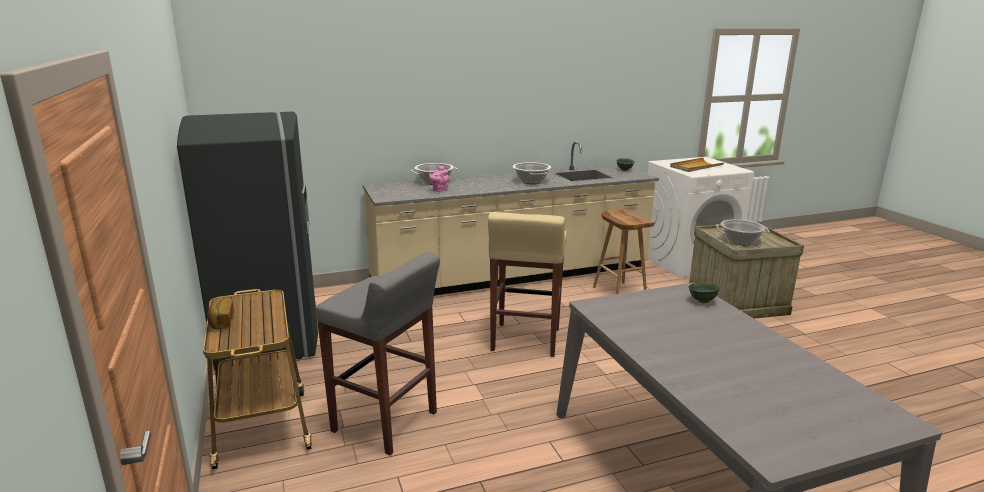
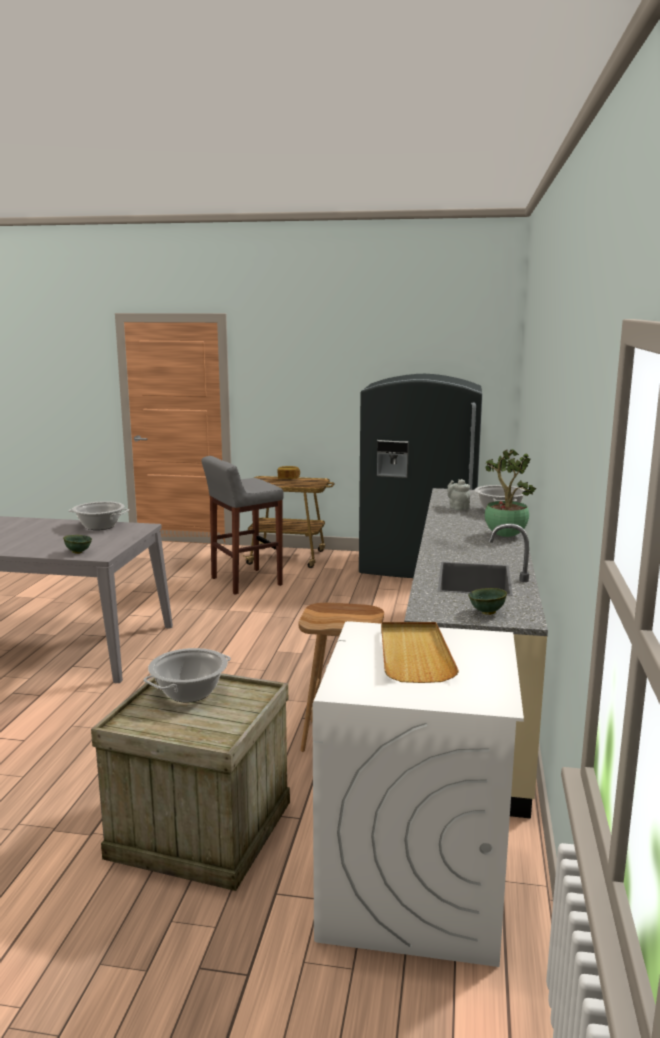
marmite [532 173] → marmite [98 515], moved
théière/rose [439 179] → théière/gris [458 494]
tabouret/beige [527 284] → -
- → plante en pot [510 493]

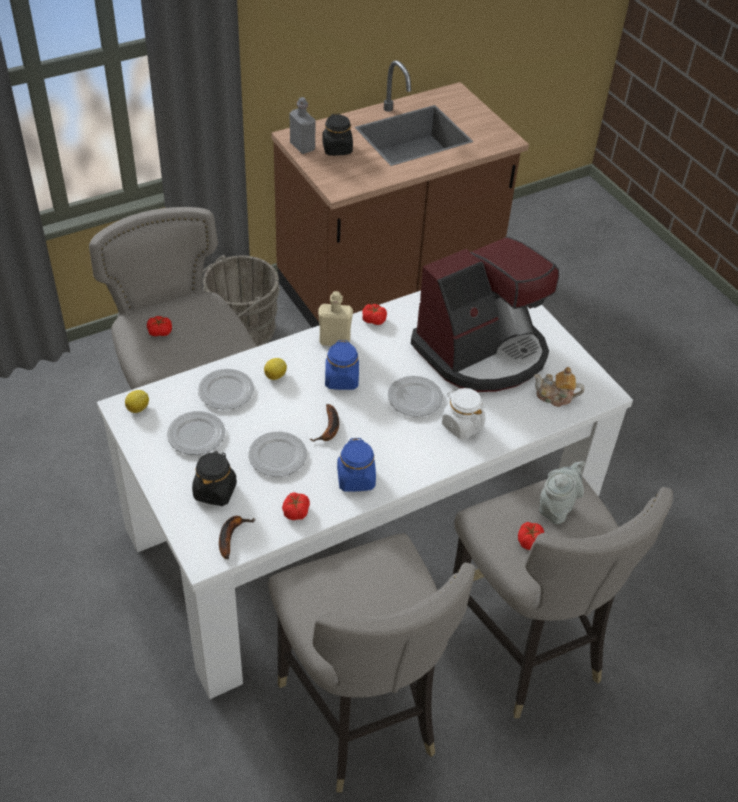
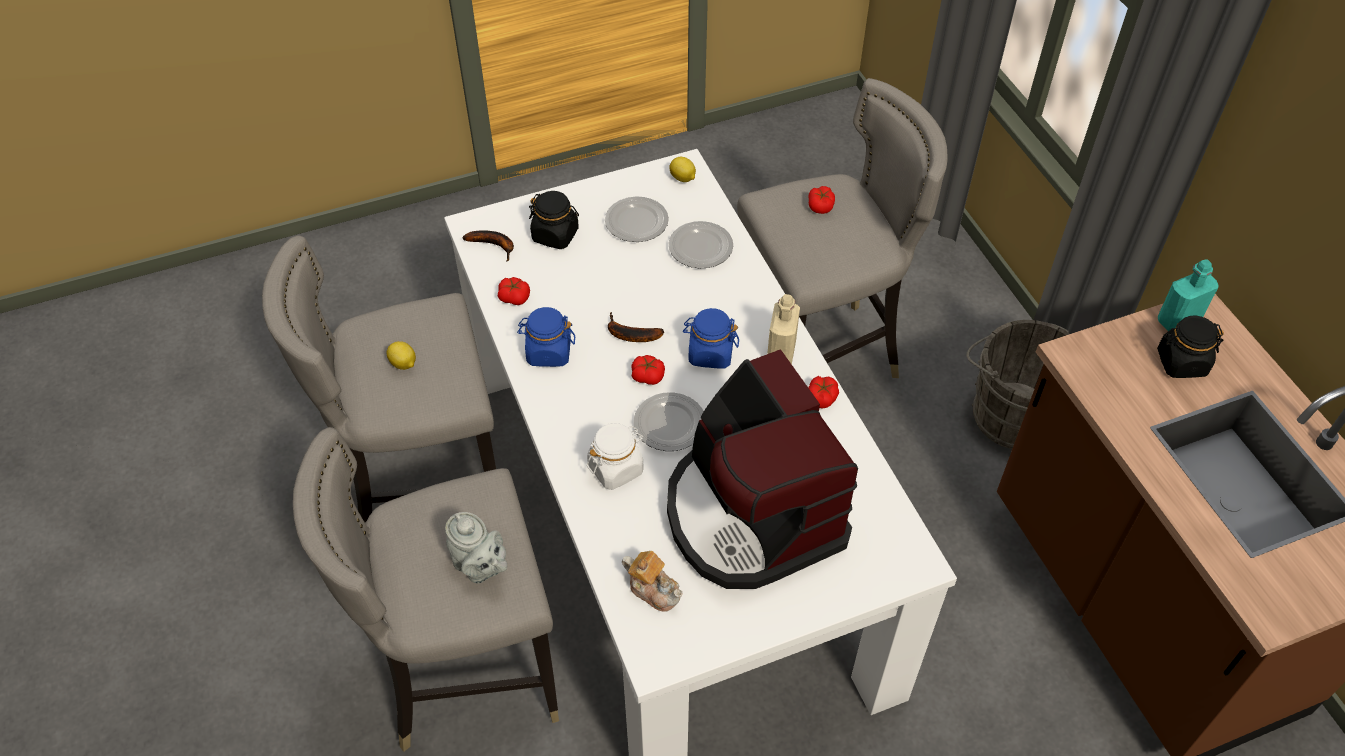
bouteille/gris [303 125] → bouteille/turquoise [1188 295]
citron [275 369] → citron [401 355], moved
théière [559 387] → théière [652 581], 105 degrees clockwise
assiette [277 454] → -
tomate [531 536] → tomate [648 370], moved

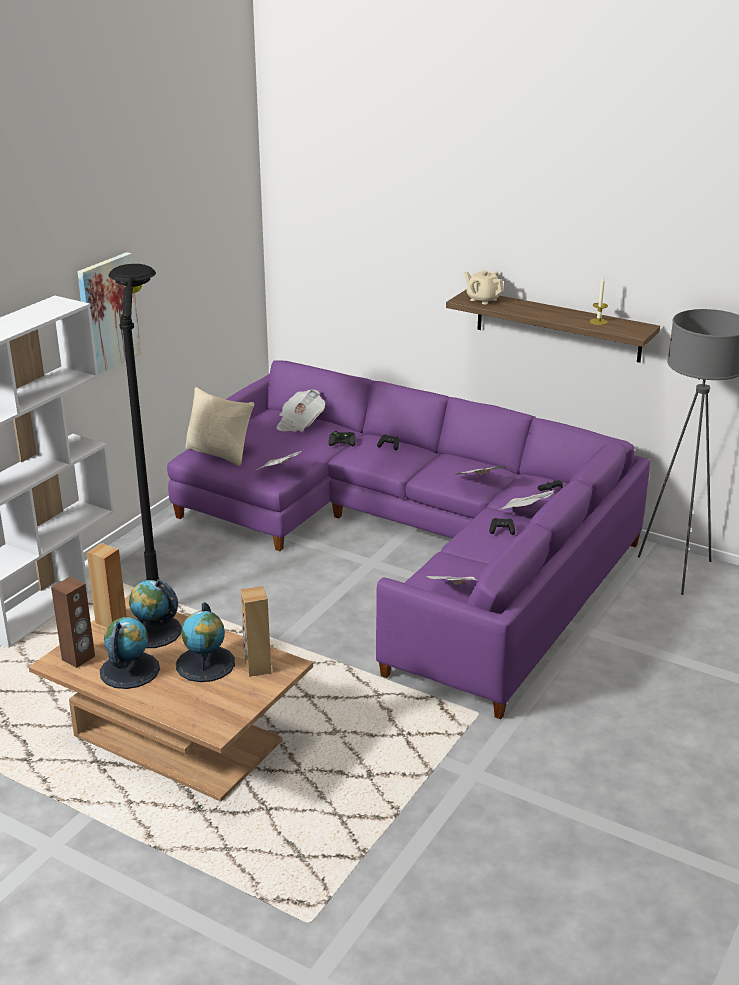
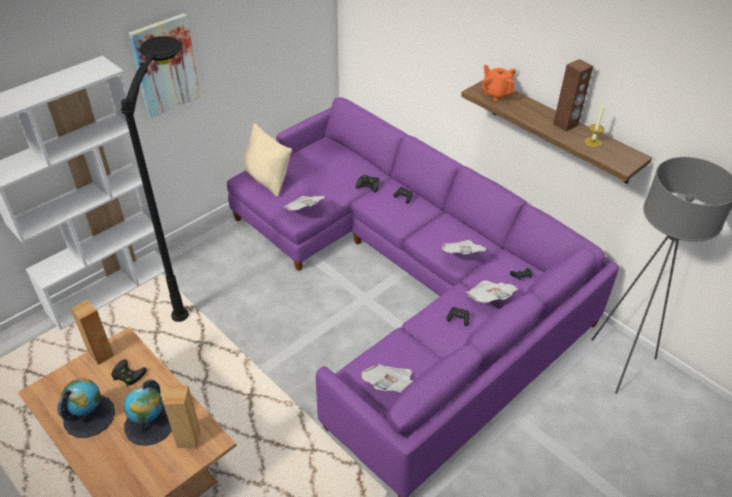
théière/beige [484 287] → théière/orange [499 83]
journal [300 411] → -
enceinte/marron [73 622] → enceinte/marron [573 95], moved
globe [155 613] → manette/noir [129 372]

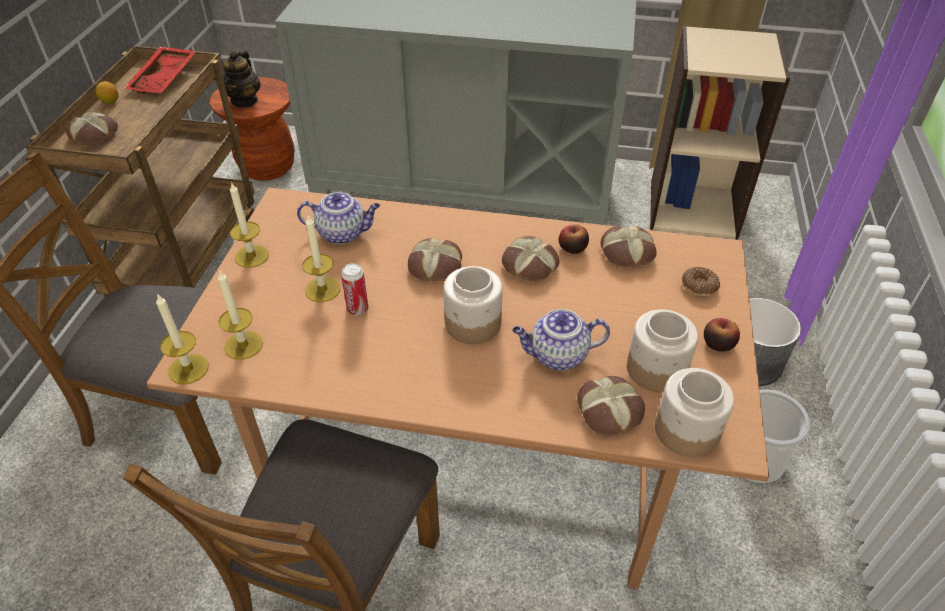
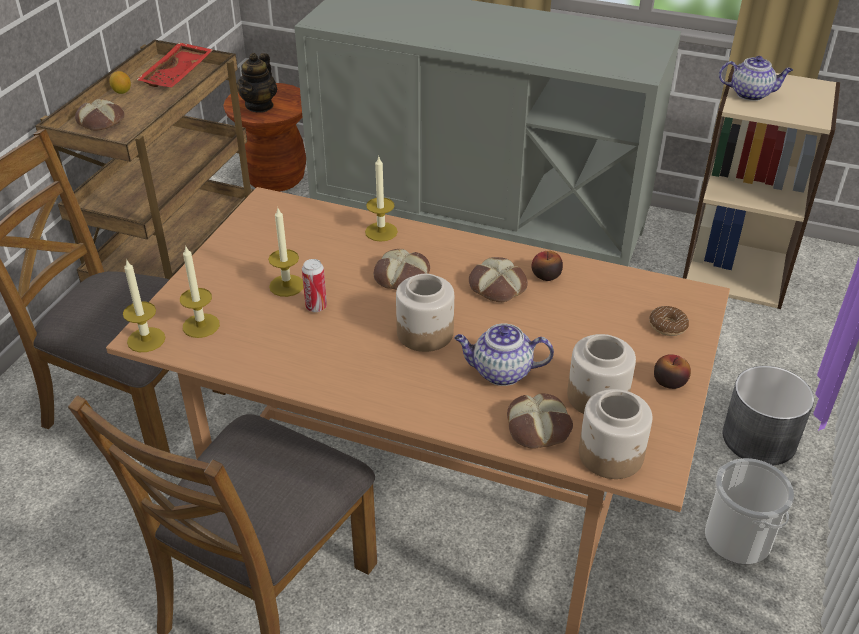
bougie [249 225] → bougie [381 199], moved
théière [338 218] → théière [756 78], moved
pain [628 246] → -

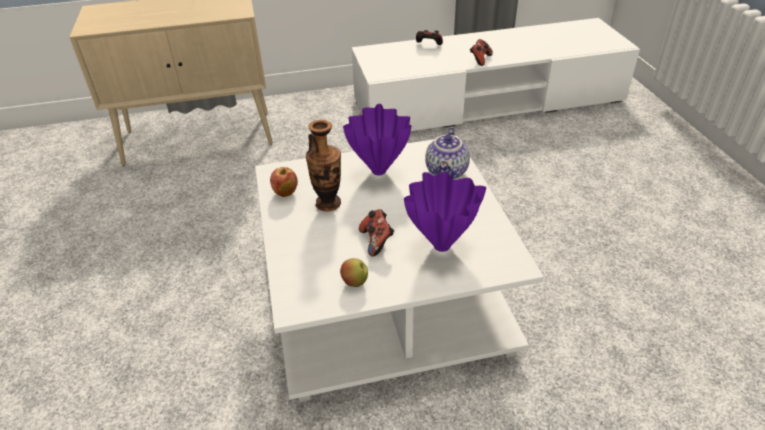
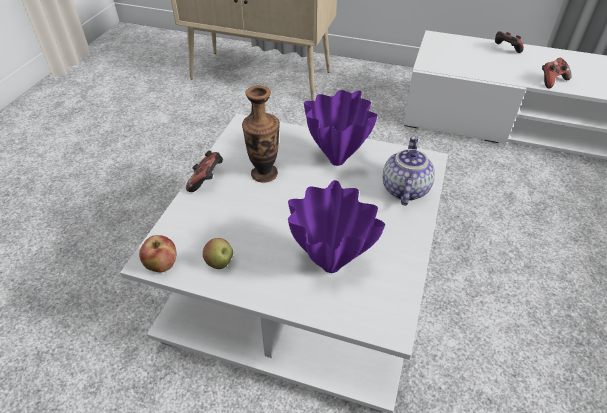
théière [447 153] → théière [409 170], 150 degrees clockwise
pomme [284 182] → pomme [157 254], moved
manette [376 232] → manette [204 171], moved

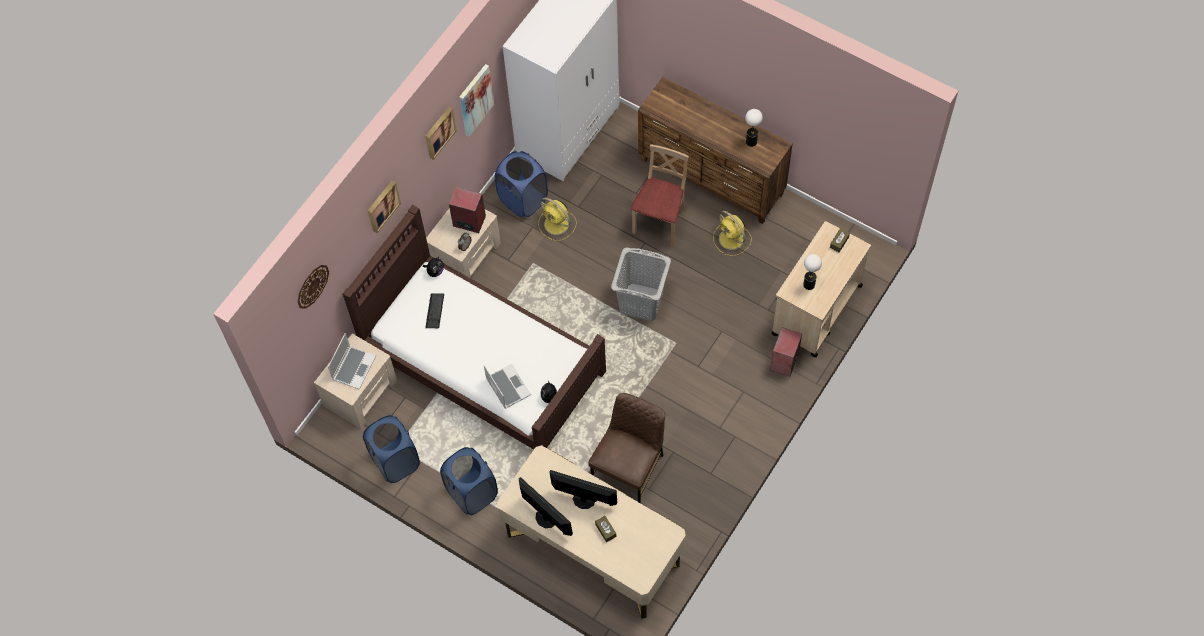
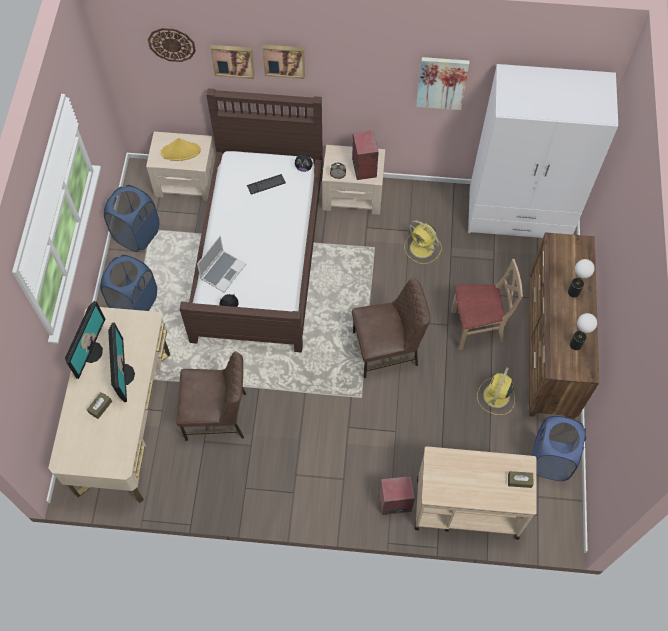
tableau [441 133] → tableau [233 62], moved
panier à linge/bleu [521 184] → panier à linge/bleu [559 448], moved
ventilateur/jaune [557 219] → ventilateur/jaune [423 242], 60 degrees counterclockwise
panier à linge/gris [641 284] → chaise/marron [391 328]
lampe de table [812 272] → lampe de table [581 278], moved
ordinateur portable [352 361] → chapeau/jaune [181 149]

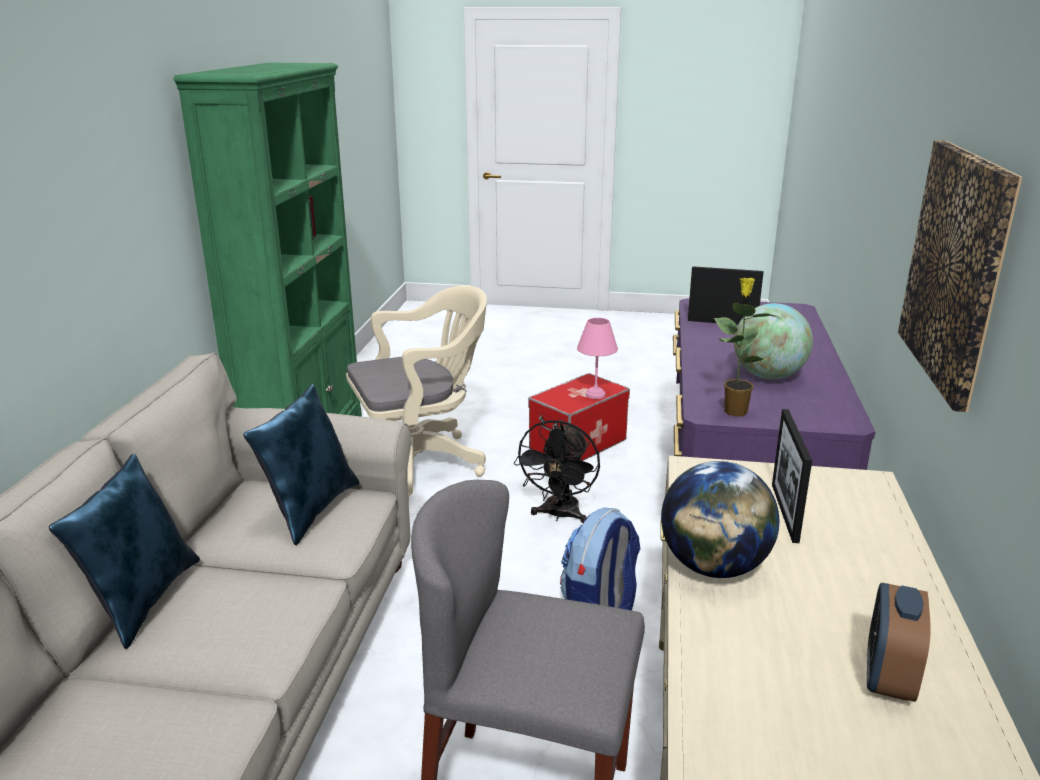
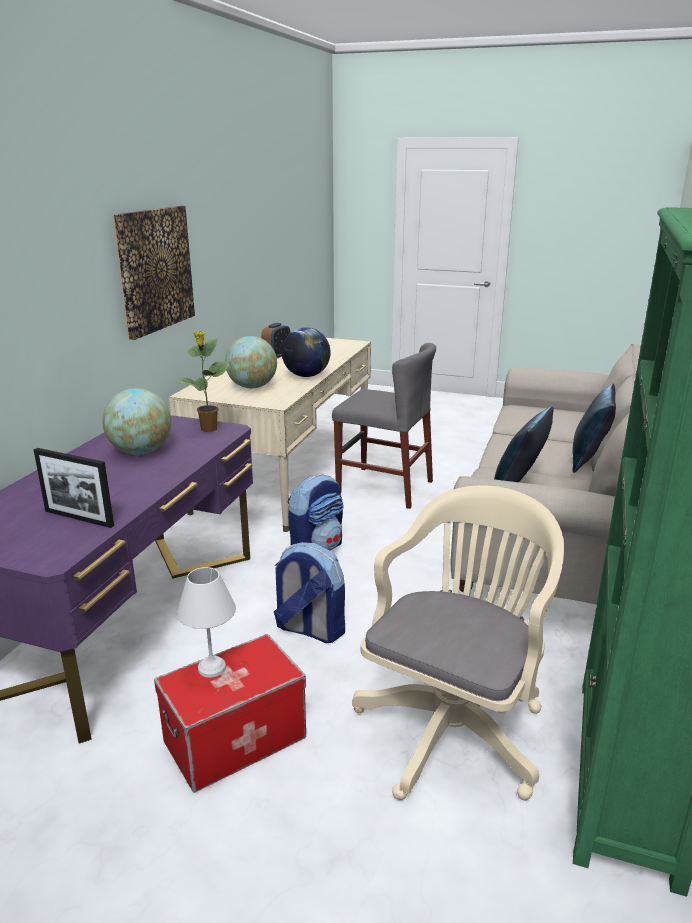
chaise de bureau/beige [416 392] → chaise de bureau/beige [458 643], 135 degrees clockwise
lampe de table/rose [597 358] → lampe de table/blanc [206 622]
cadre photo [792 476] → globe [251 362]
ventilateur/noir [557 471] → sac à dos [309 592]

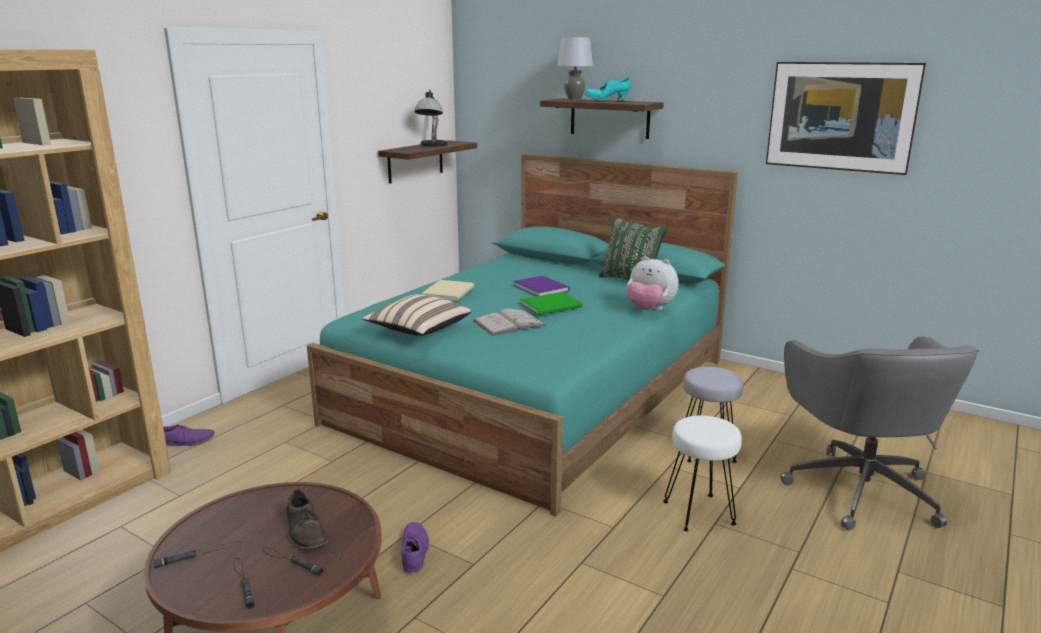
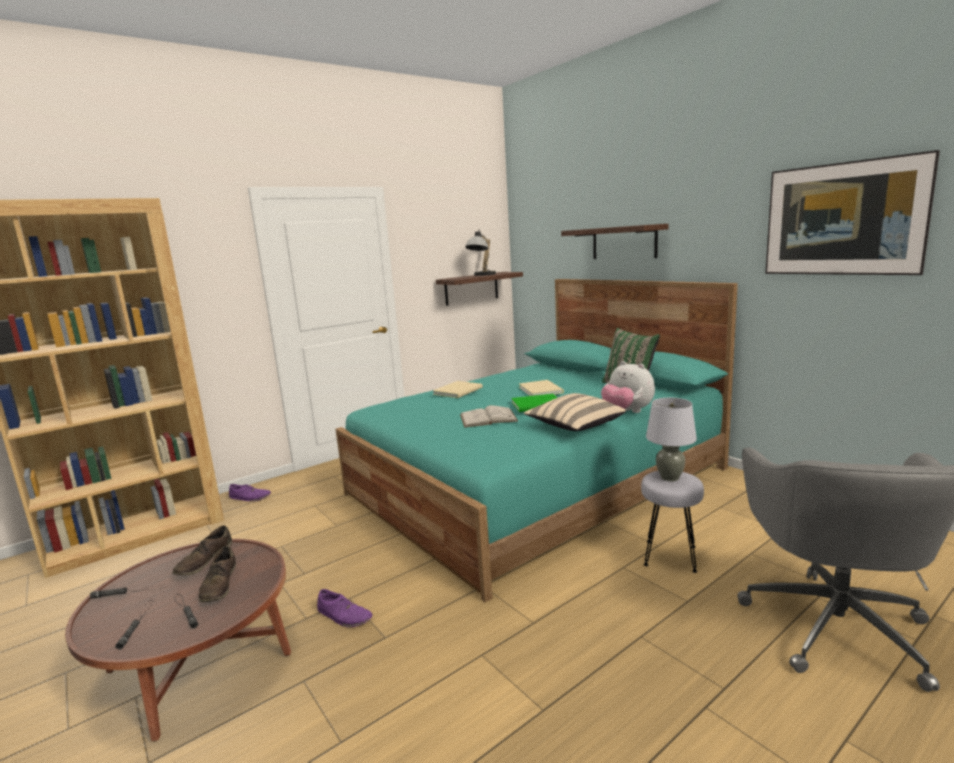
lampe de table/gris [575 68] → lampe de table/gris [671 439], moved
chaussure/turquoise [608 89] → -
livre/violet [542 286] → livre/beige [541 388]
coussin/beige [416 315] → coussin/beige [575 412], moved
tabouret/blanc [702 473] → -
chaussure/violet [415 547] → chaussure/violet [345 608], 105 degrees clockwise
- → chaussure/marron [202 550]

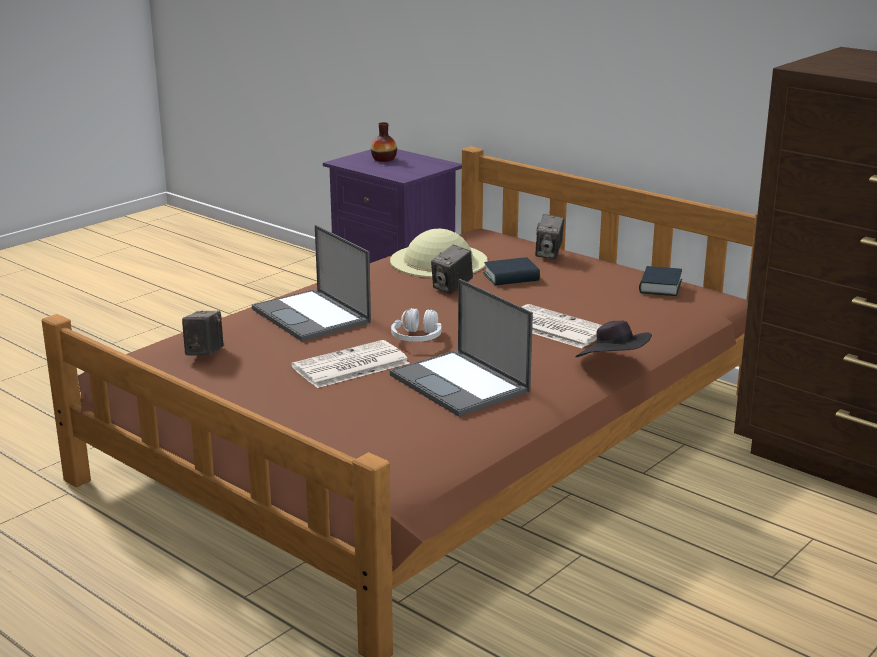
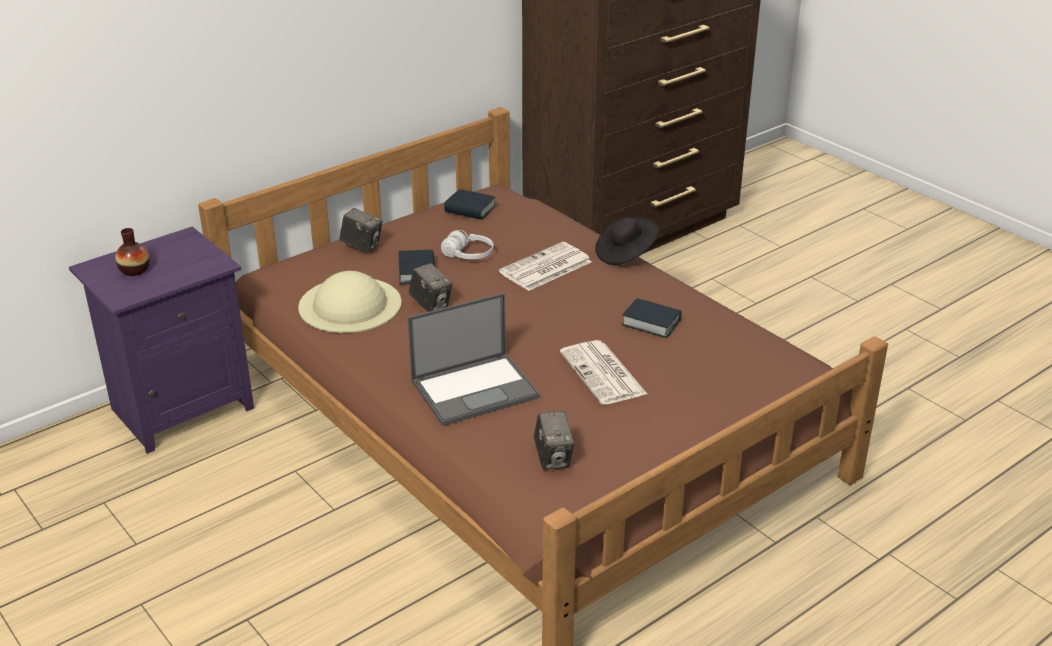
ordinateur portable [461 348] → livre [651 318]
casque audio/blanc [416 325] → casque audio/blanc [467 244], moved
appareil photo [202 333] → appareil photo [554 440], 120 degrees counterclockwise

